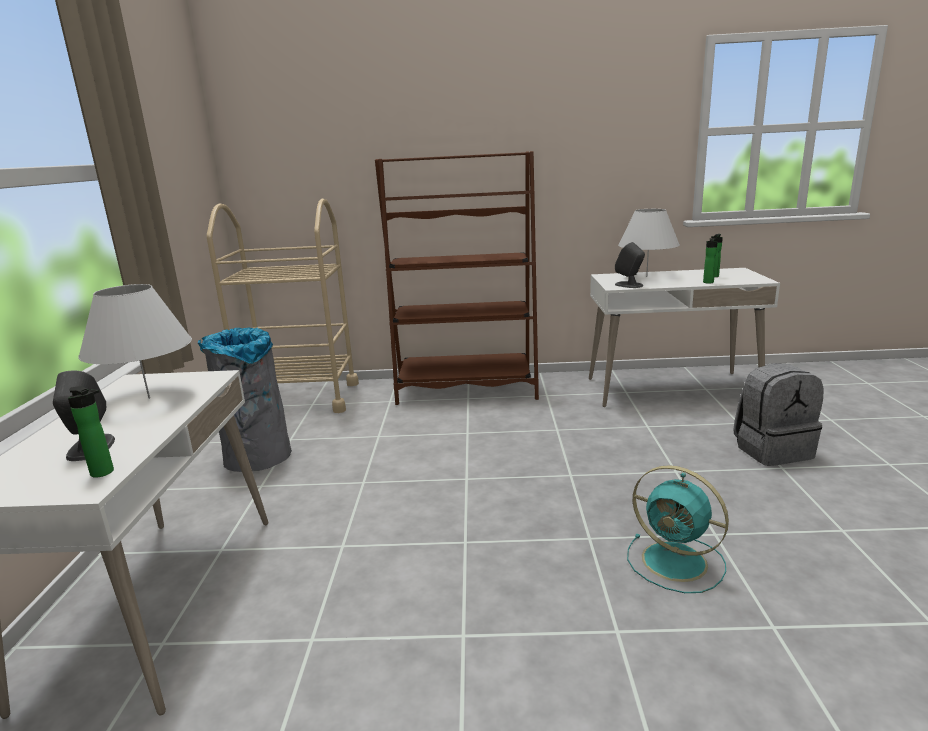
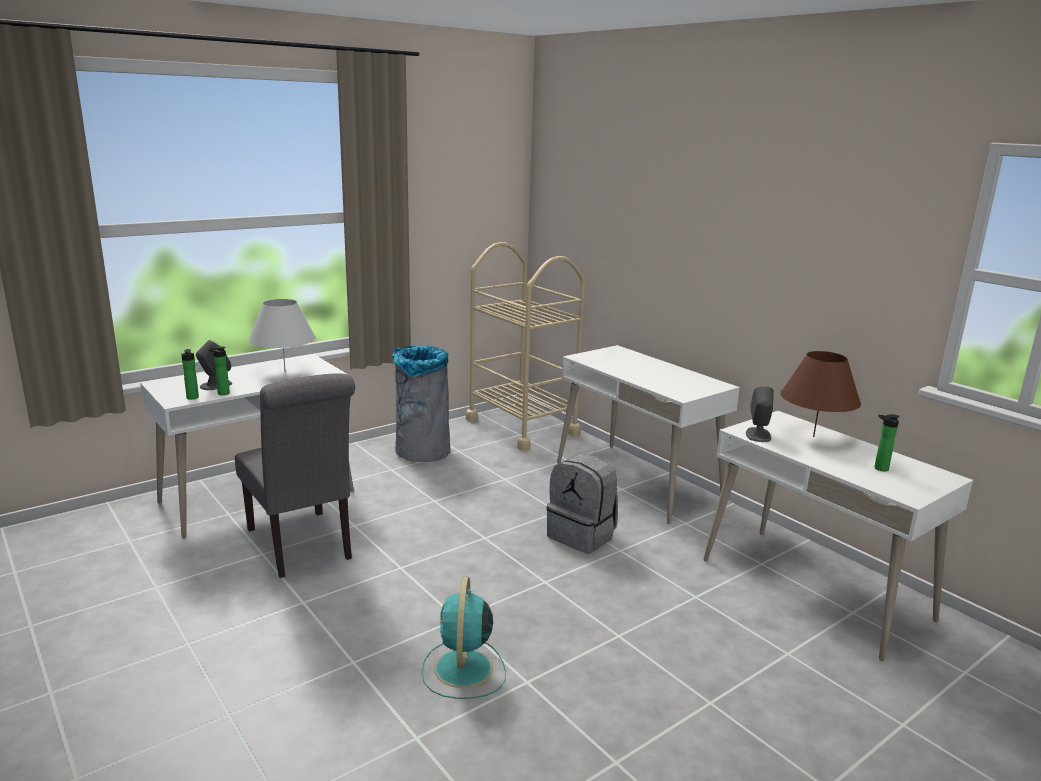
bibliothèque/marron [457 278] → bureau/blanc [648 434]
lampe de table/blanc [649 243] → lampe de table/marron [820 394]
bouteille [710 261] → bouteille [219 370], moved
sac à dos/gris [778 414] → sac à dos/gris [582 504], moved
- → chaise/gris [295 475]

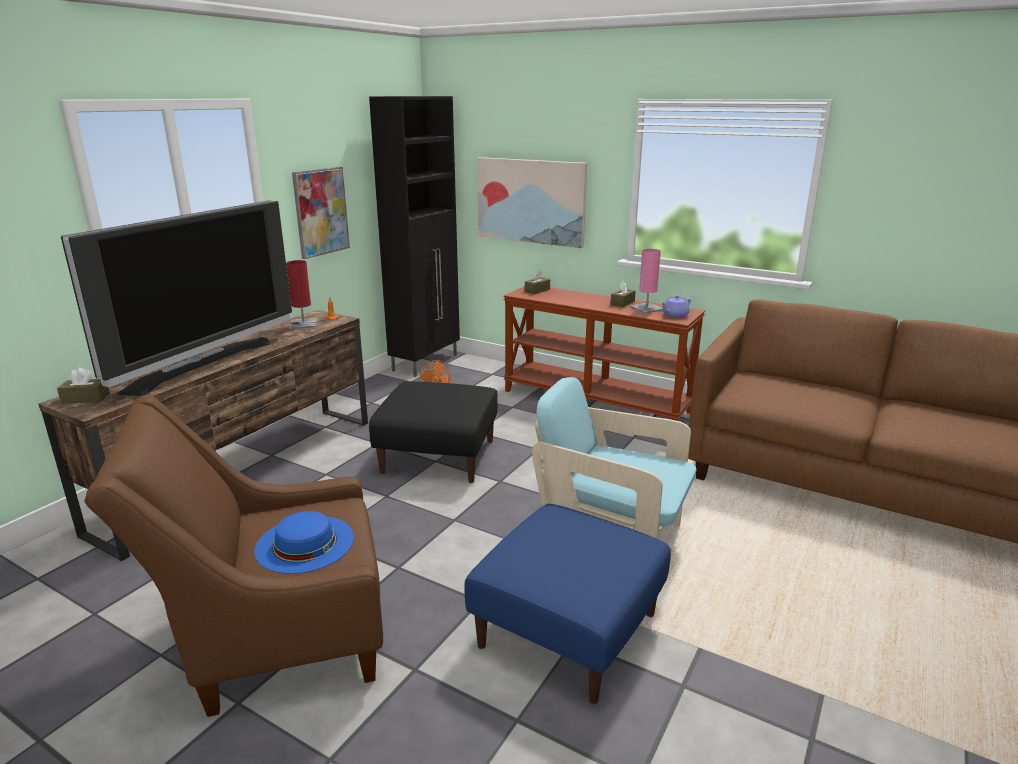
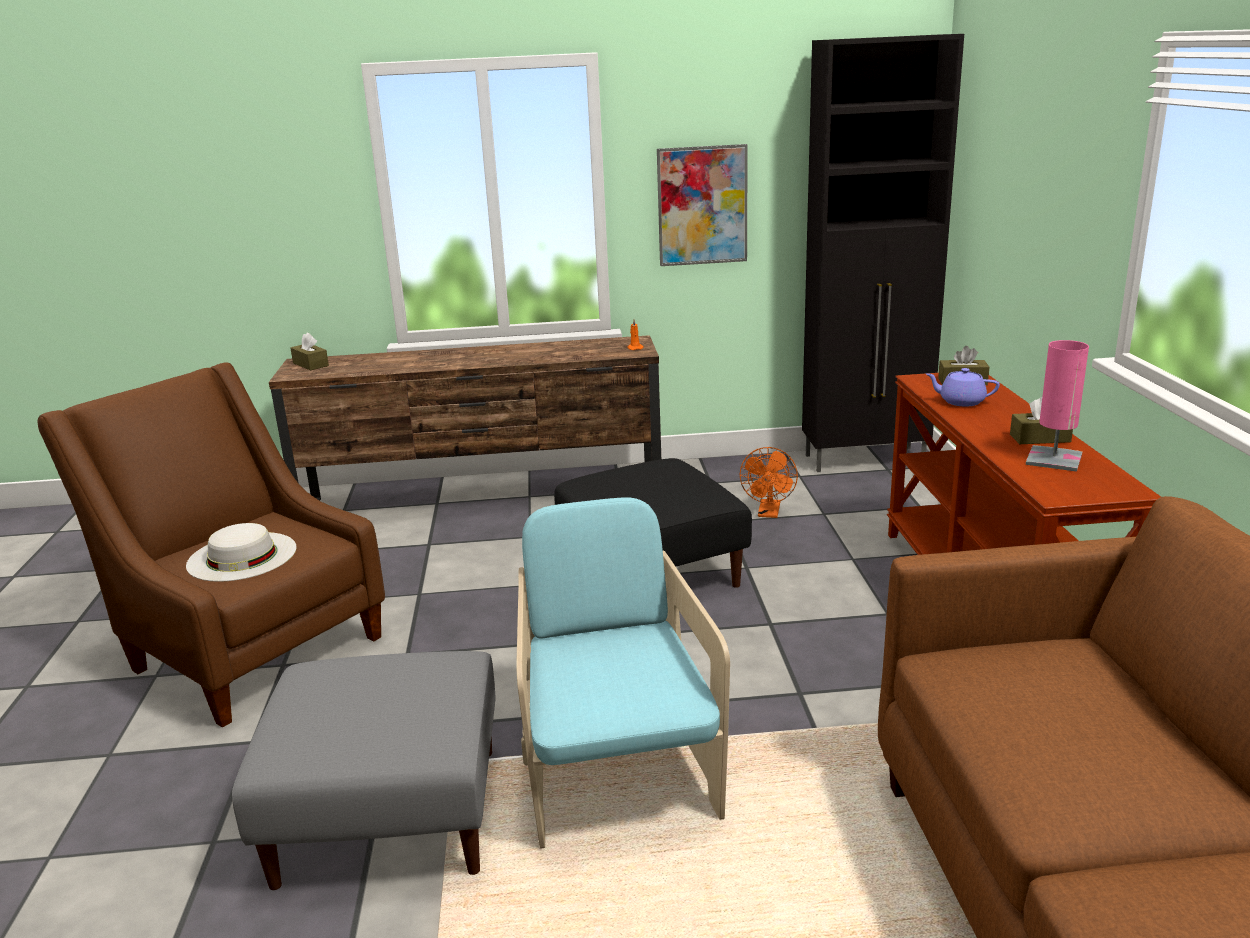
tableau [532 202] → -
téléviseur [176 298] → -
lampe de table/rouge [302 294] → -
théière/violet [676 306] → théière/violet [963 387], moved
pouf/bleu [567 604] → pouf/gris [363 770]
chapeau/bleu [304 542] → chapeau/blanc [241 552]

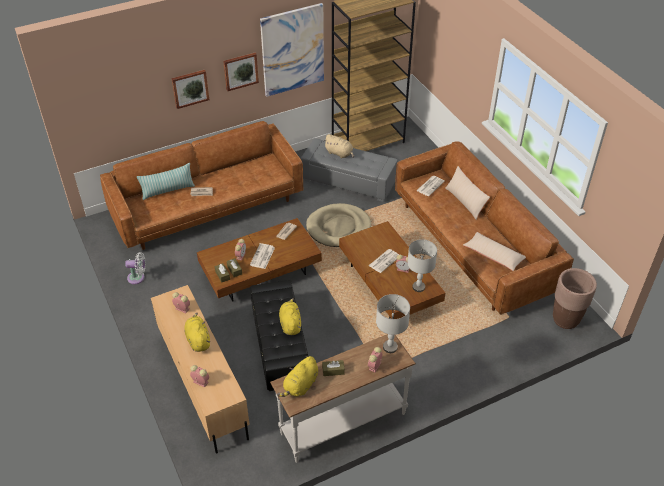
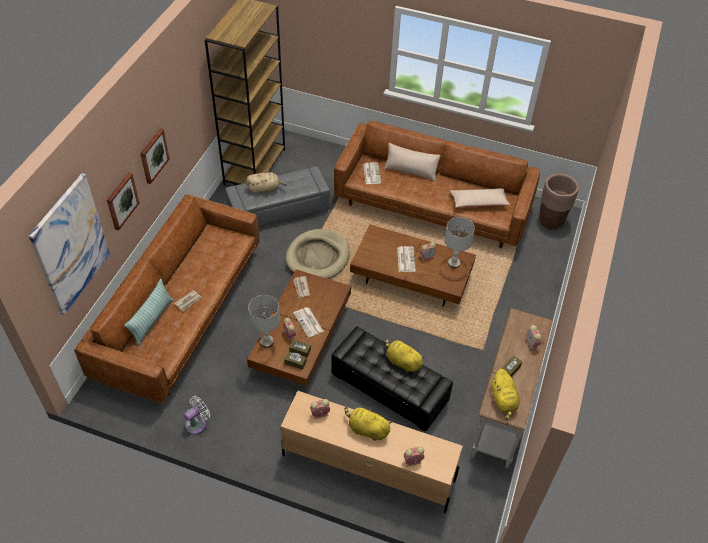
tableau [292 50] → tableau [69 244], moved
lampe de table/gris [393 323] → lampe de table/gris [264 321], moved

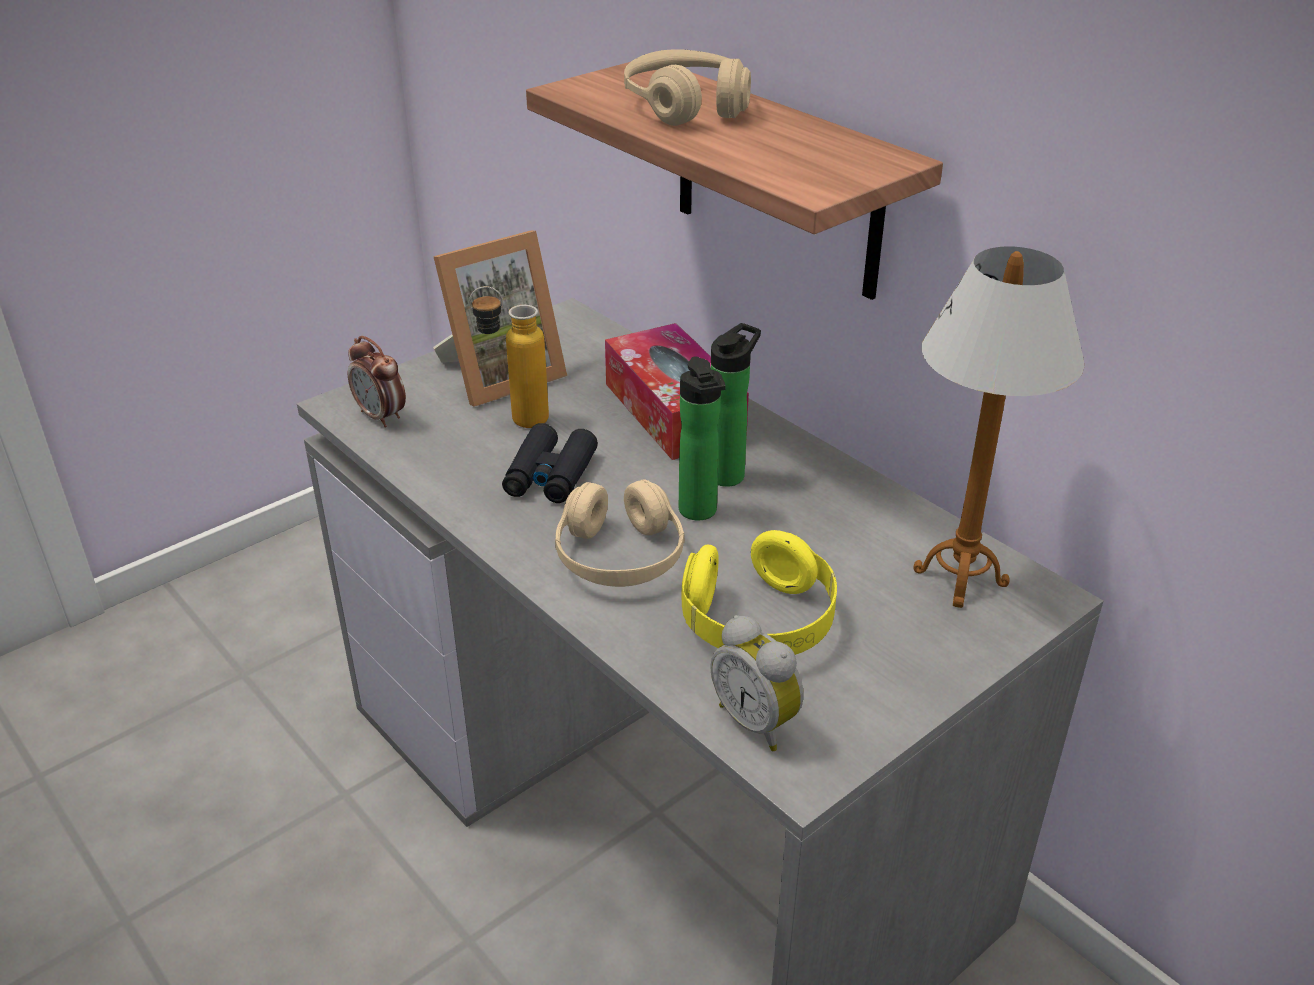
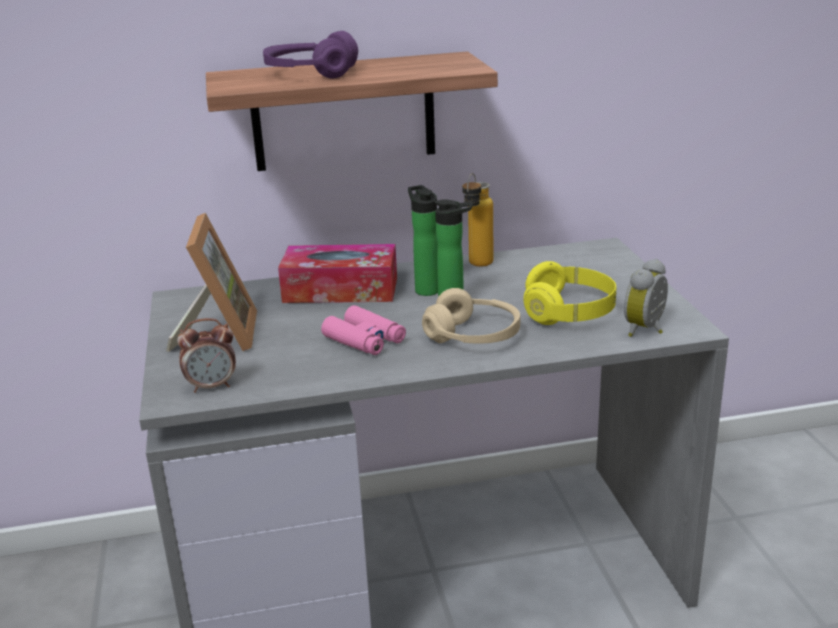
casque audio/beige [687 87] → casque audio/violet [310 55]
lampe de table [999 427] → -
bouteille [509 357] → bouteille [477 220], moved
jumelles/noir [550 463] → jumelles/rose [363 330]
réveil [757 683] → réveil [646 298], 135 degrees clockwise

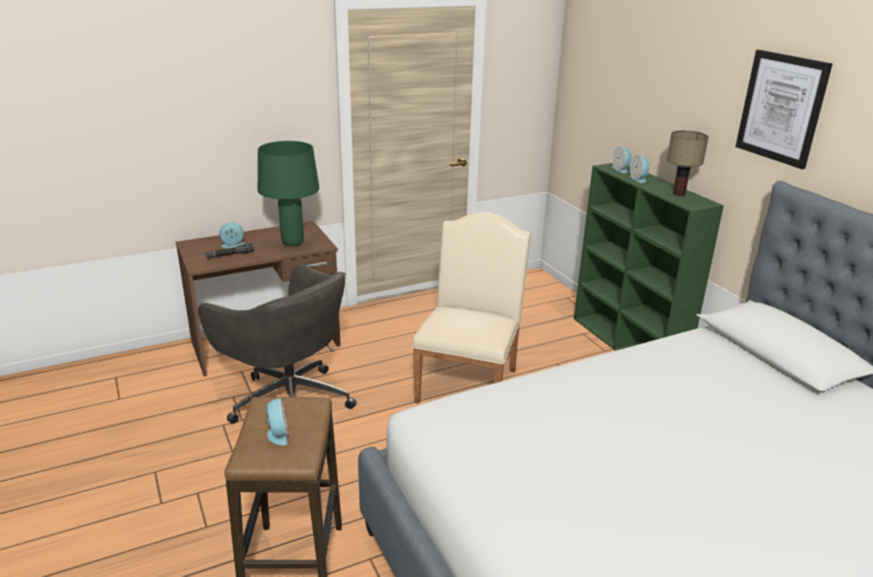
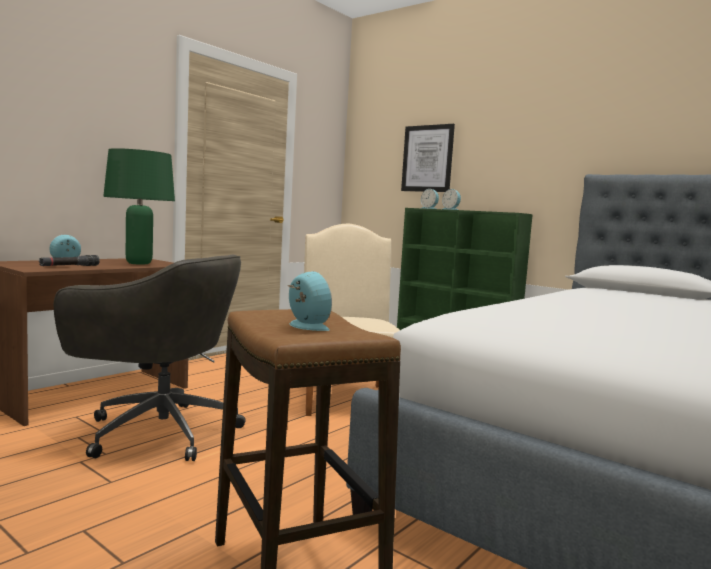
tableau [784 109] → tableau [428 158], moved
lampe de table [688 163] → -

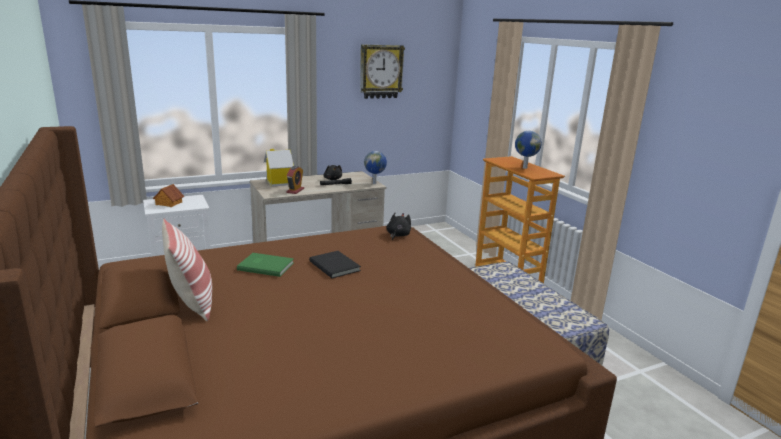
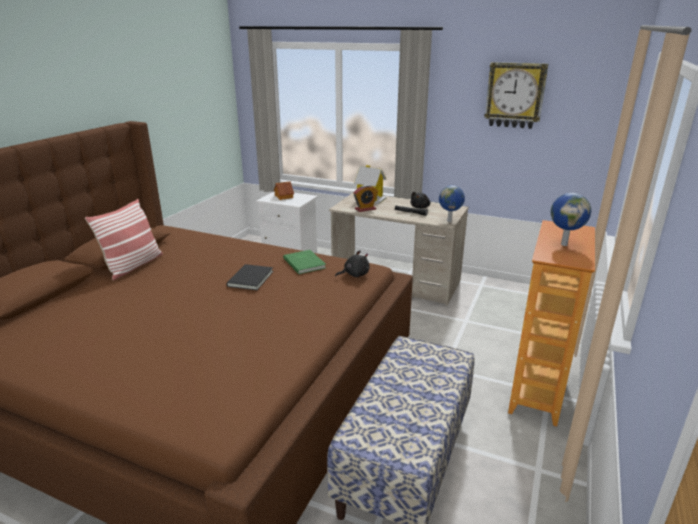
livre/vert [265 265] → livre/vert [304 262], moved

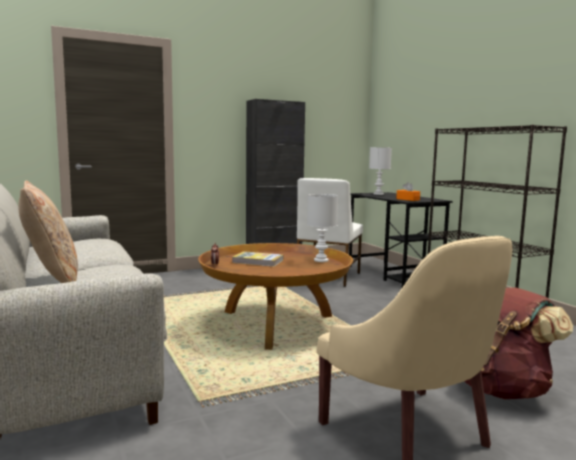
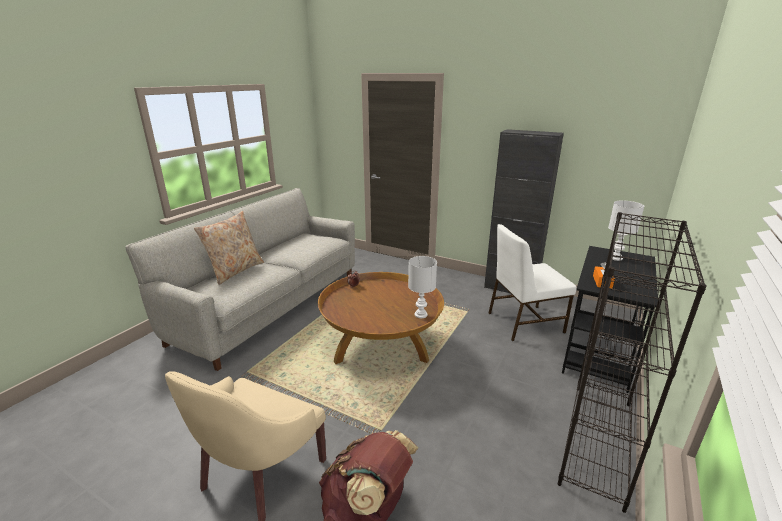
livre [257 259] → -

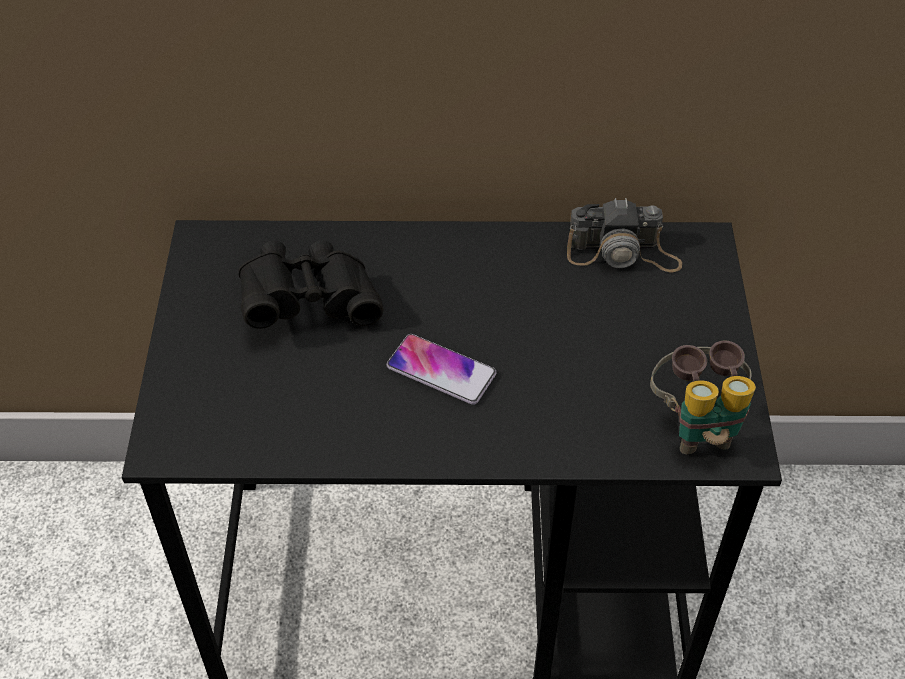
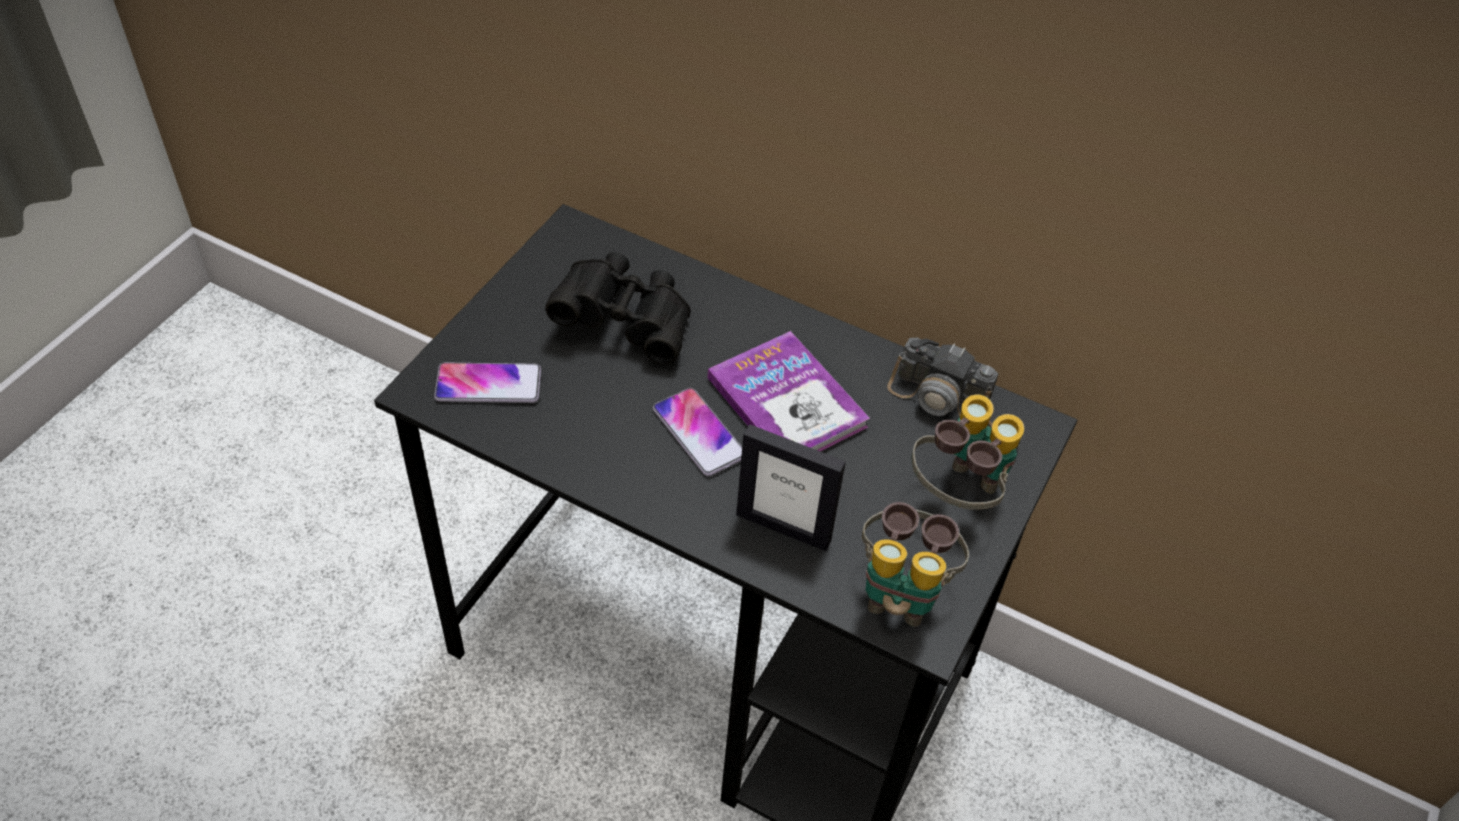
- → livre [789 391]
- → téléphone [487 382]
- → jumelles [968 452]
- → cadre photo [791 487]

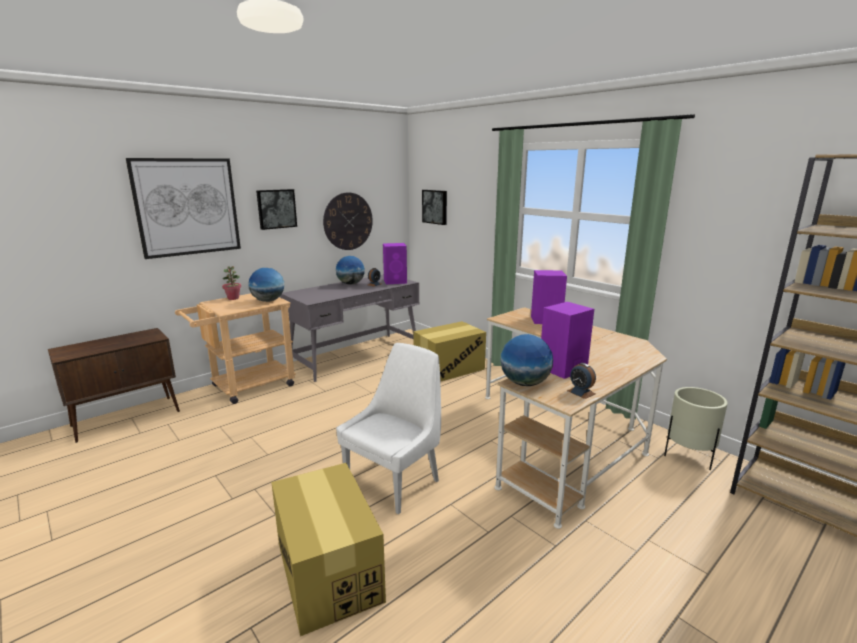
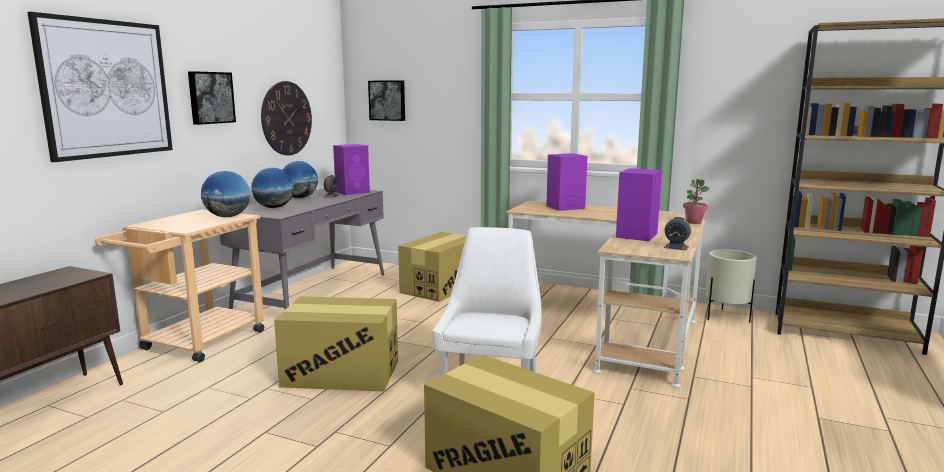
plante en pot [231 283] → plante en pot [696 201], moved
globe [526 360] → globe [272 188], moved
- → carton [336 344]

